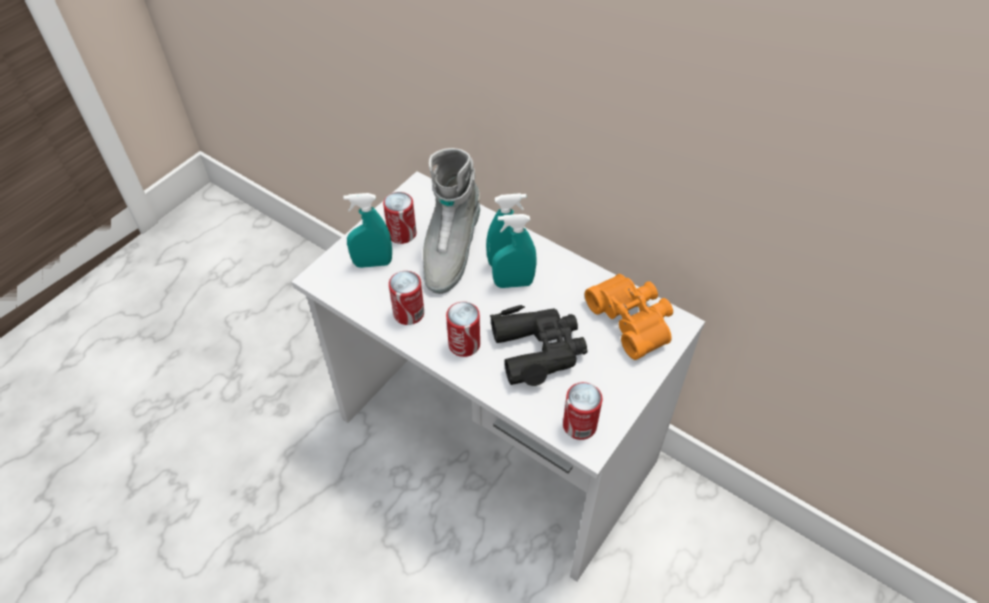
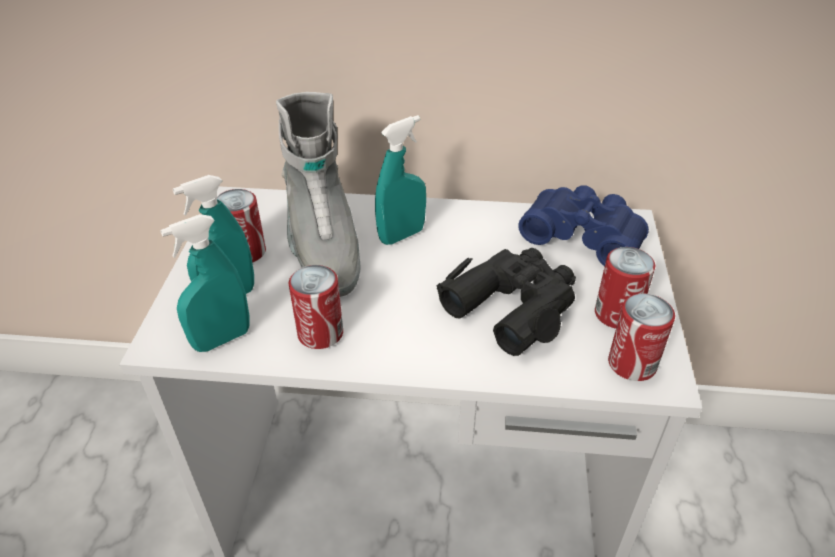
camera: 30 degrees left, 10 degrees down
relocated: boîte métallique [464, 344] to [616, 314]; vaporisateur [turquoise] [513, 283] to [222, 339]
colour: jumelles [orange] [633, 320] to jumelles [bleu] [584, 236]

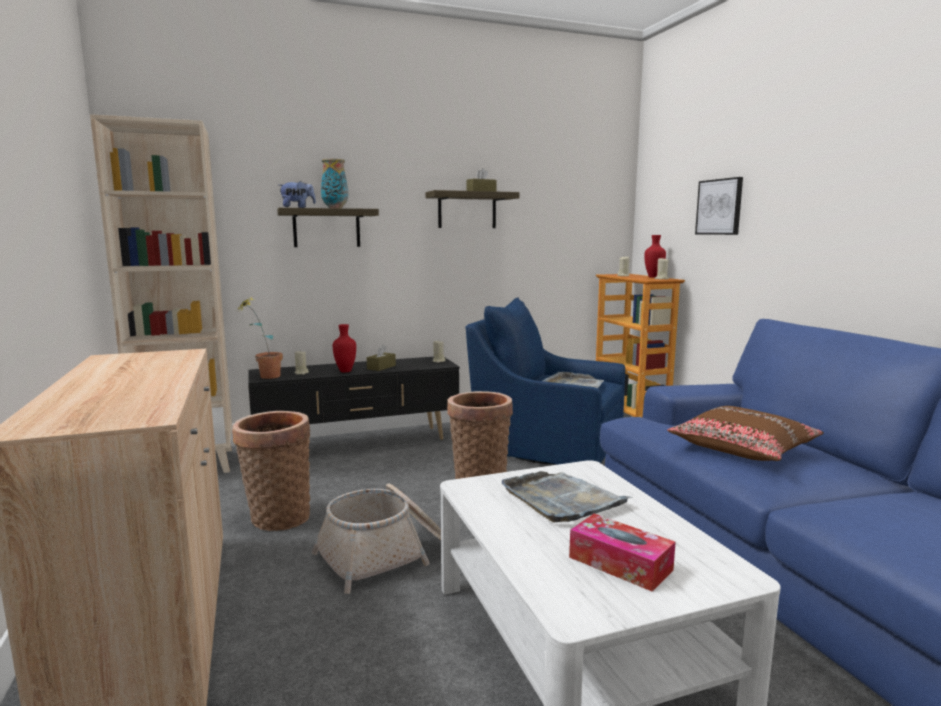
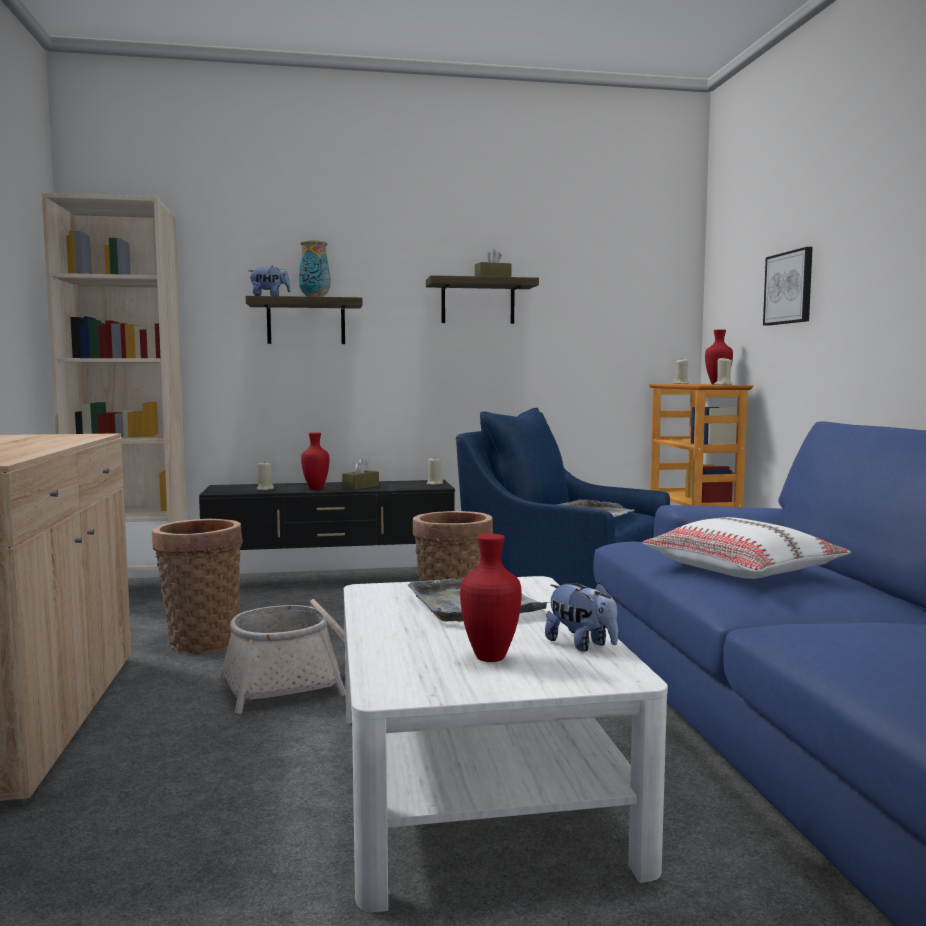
camera: 10 degrees right, 5 degrees down
missing: plante en pot [264, 377]
appeared: peluche [582, 645]
exchanged: boîte à mouchoirs [620, 563] to vase [rouge] [488, 657]
colour: coussin [marron] [743, 448] to coussin [blanc] [742, 569]

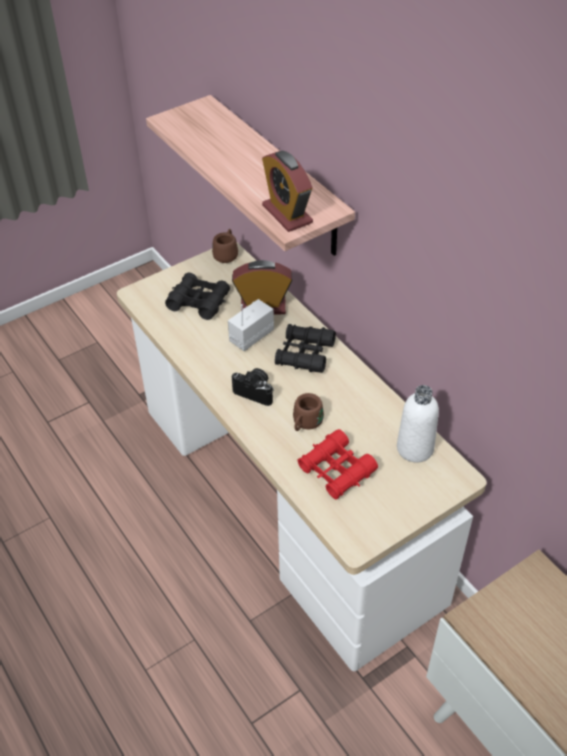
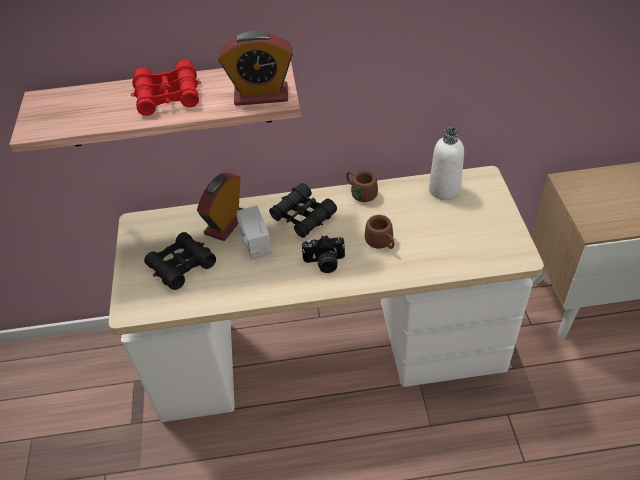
camera: 60 degrees left, 0 degrees up
relocated: mug [marron] [226, 254] to [360, 193]; jumelles [rouge] [336, 470] to [168, 96]
spun: appareil photo [256, 392] = [324, 263] 150 degrees counterclockwise

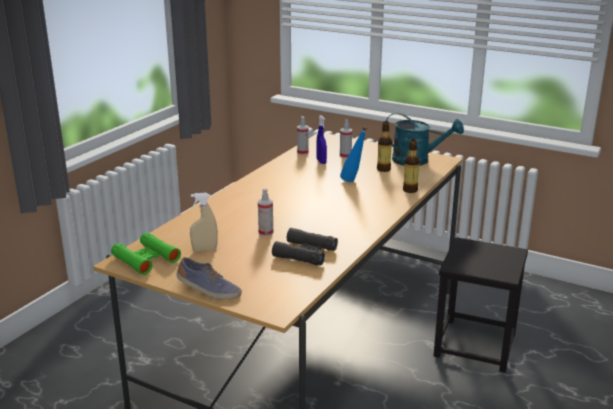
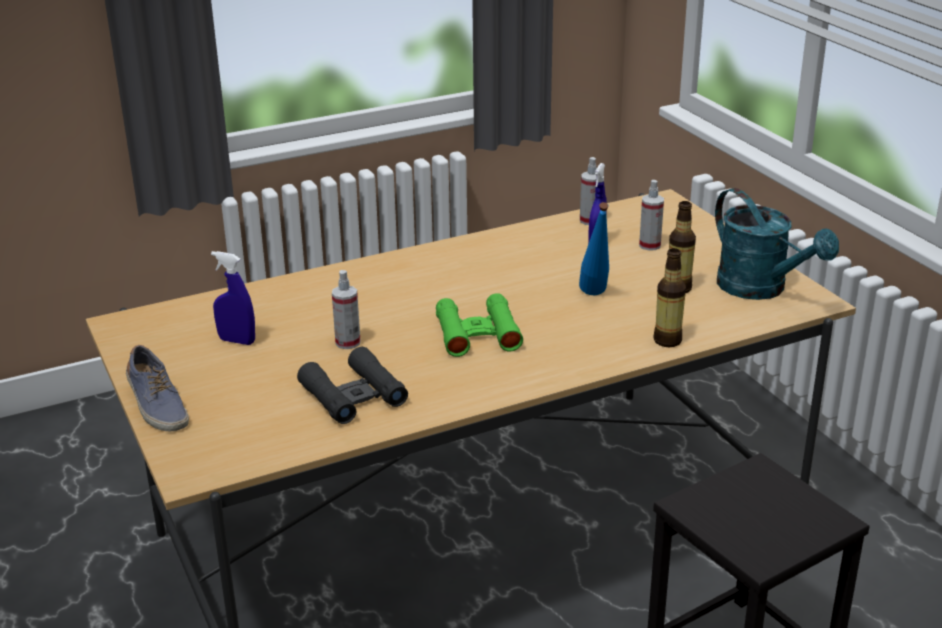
camera: 35 degrees right, 5 degrees up
relocated: jumelles [vert] [146, 259] to [477, 334]
colour: vaporisateur [beige] [204, 249] to vaporisateur [bleu] [237, 341]

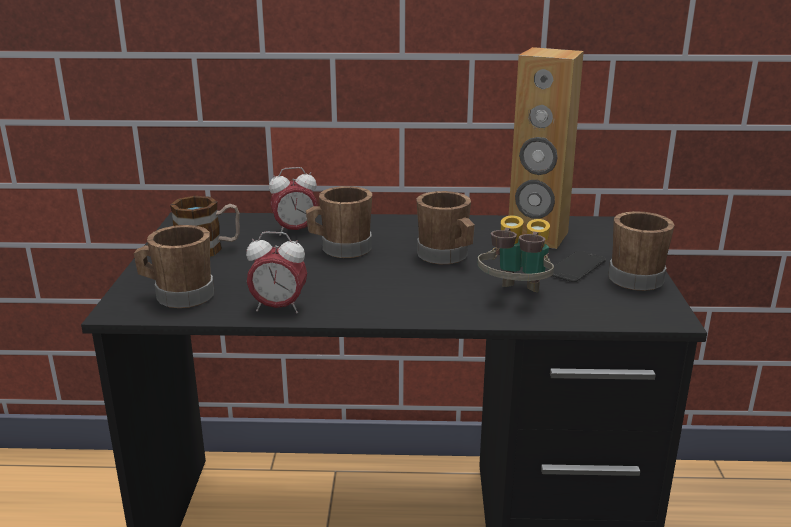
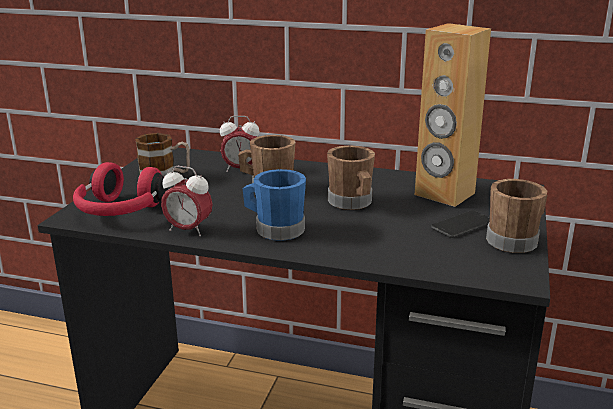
camera: 15 degrees right, 0 degrees up
missing: jumelles [515, 296]
appeared: mug [bleu] [275, 229]
exchanged: mug [marron] [178, 296] to casque audio [rouge] [119, 211]

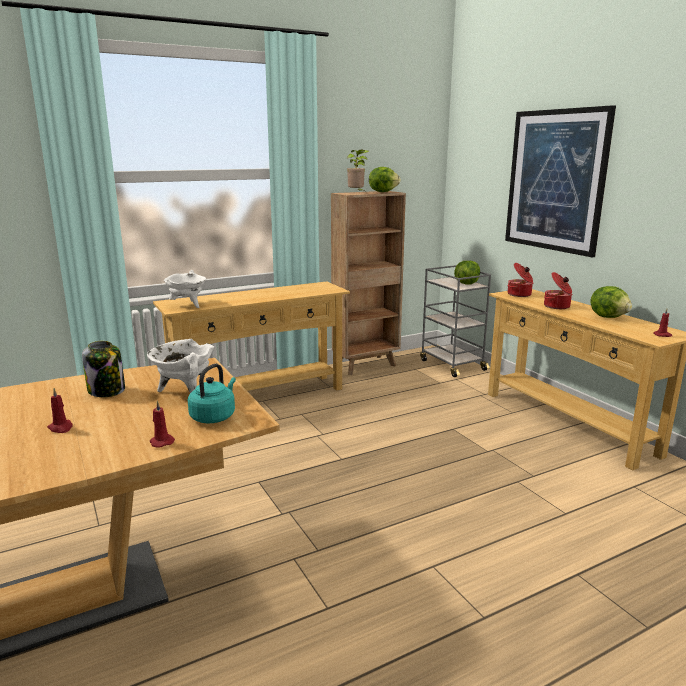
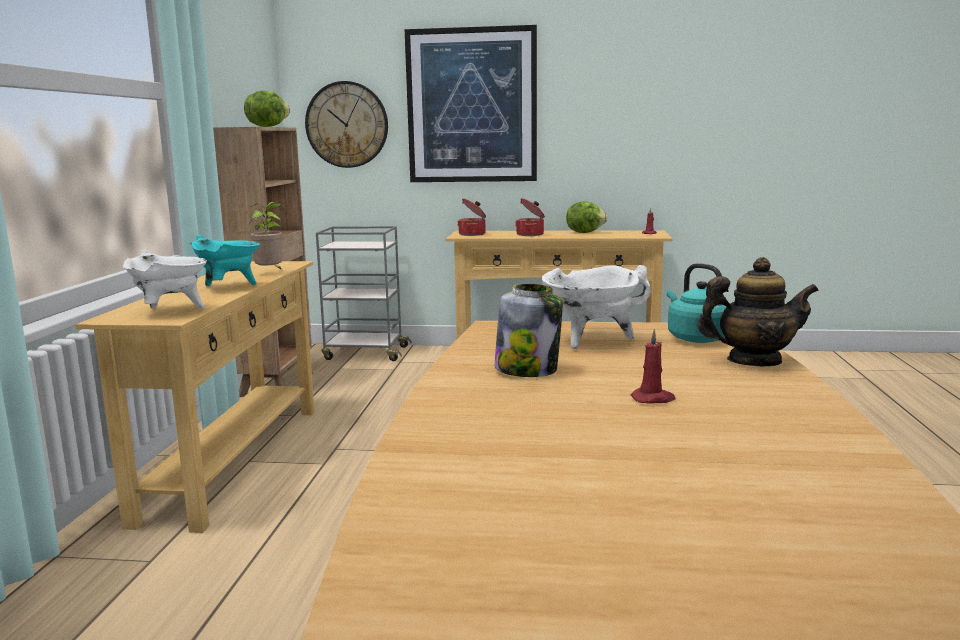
camera: 55 degrees left, 5 degrees down
missing: laitue [466, 283]
appeared: marmite [turquoise] [228, 288]; horloge murale [347, 125]
relocated: plante en pot [357, 193] to [271, 273]
exchanged: bougie [rouge] [161, 442] to théière [753, 361]

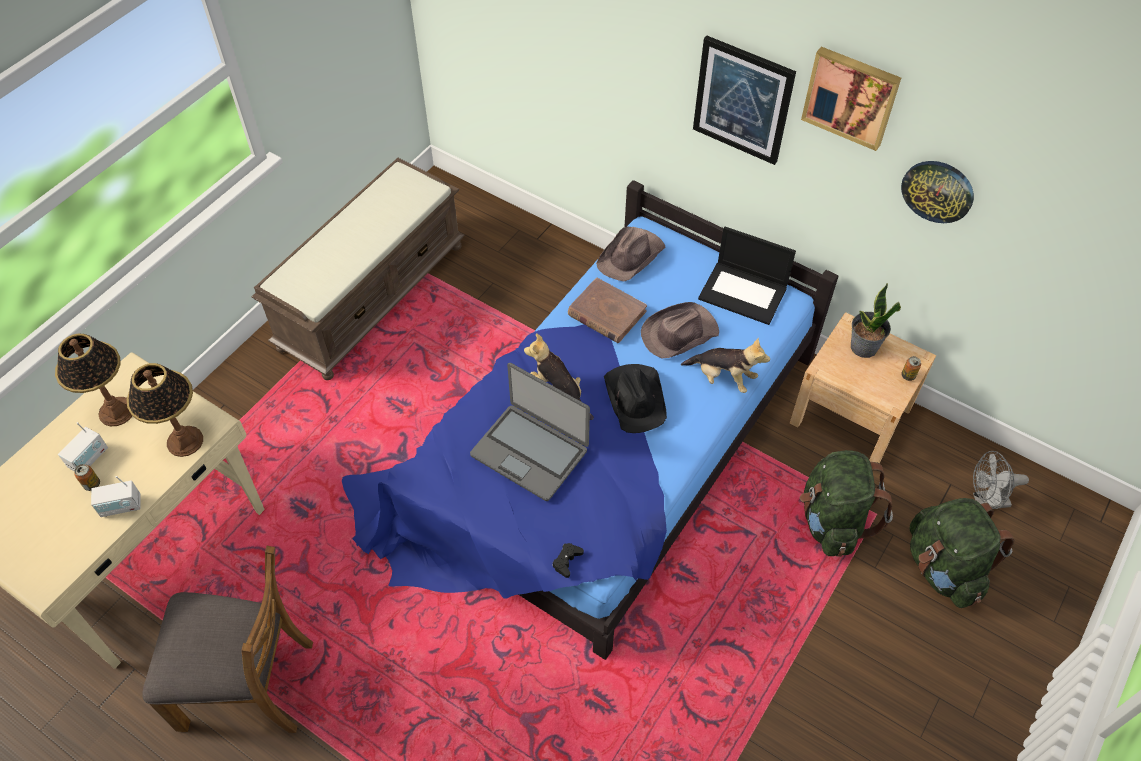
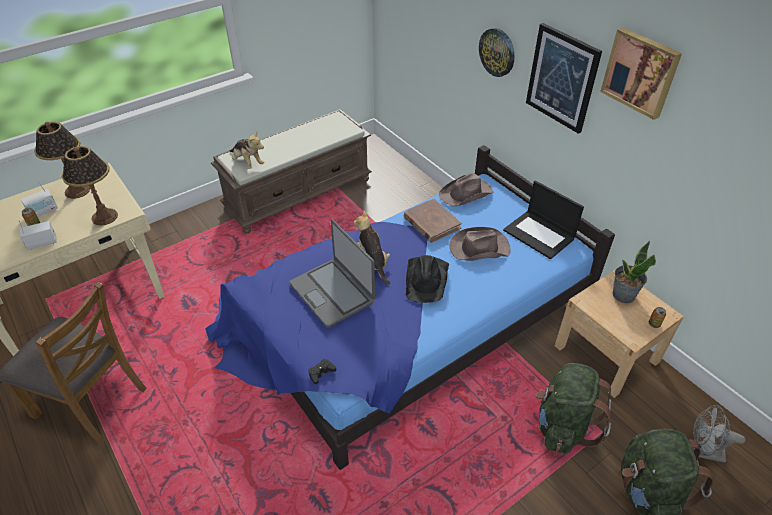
camera: 20 degrees right, 10 degrees down
relocated: peluche [723, 378] to [247, 162]; horloge murale [937, 191] to [497, 52]
spun: radio [121, 506] = [42, 242] 150 degrees clockwise

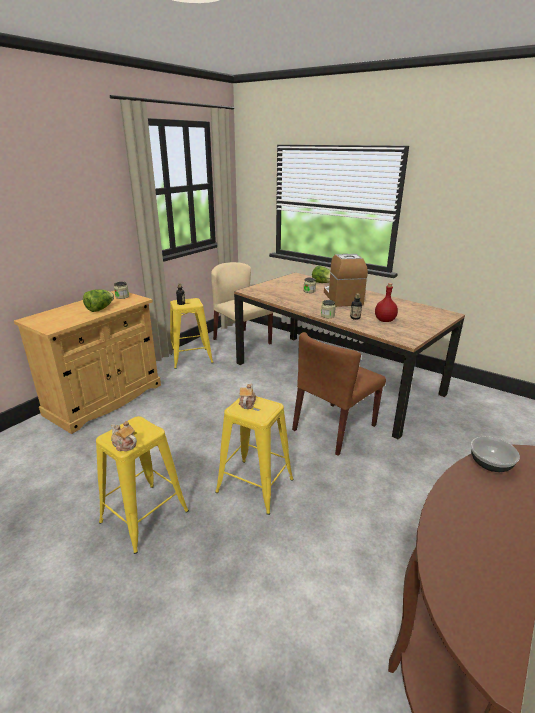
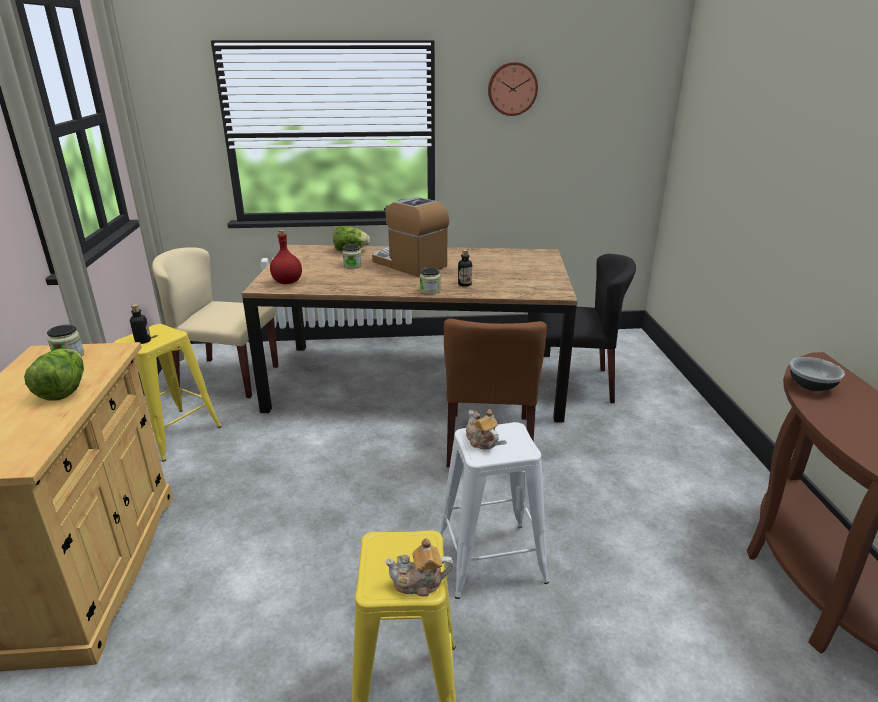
camera: 40 degrees left, 0 degrees up
appeared: horloge murale [512, 89]; chaise [noir] [569, 383]
relocated: bouteille [rouge] [385, 320] to [288, 282]
colour: tabouret [jaune] [255, 486] to tabouret [blanc] [492, 559]

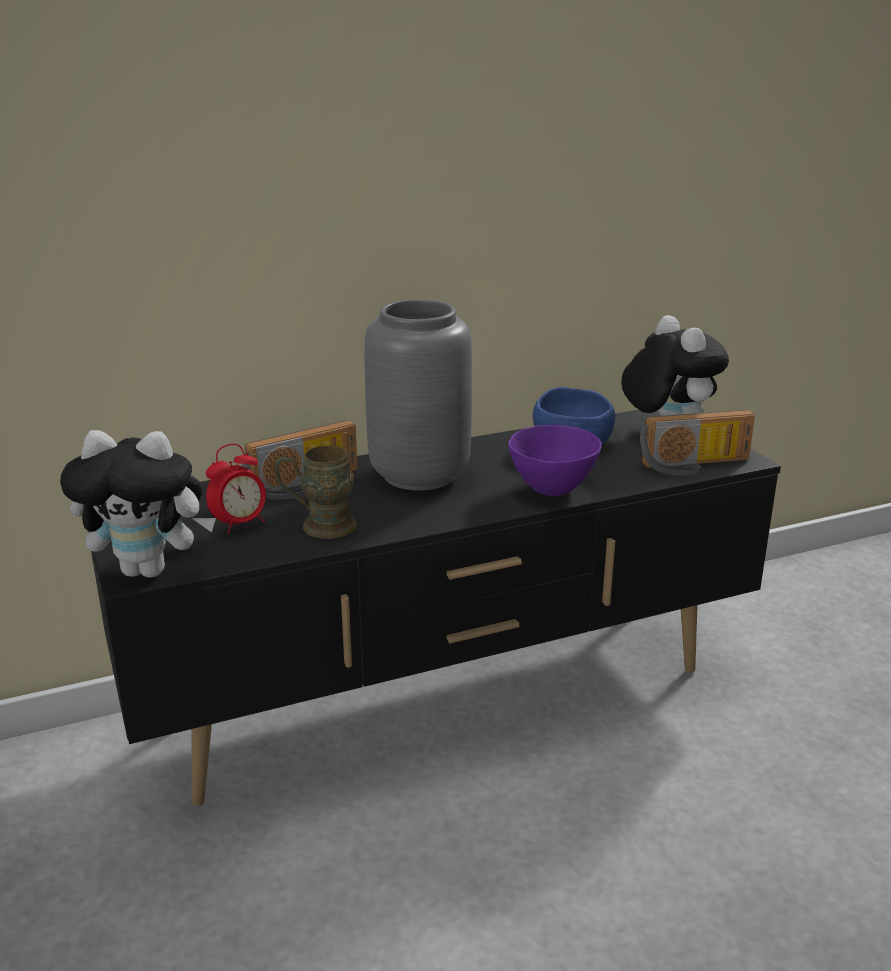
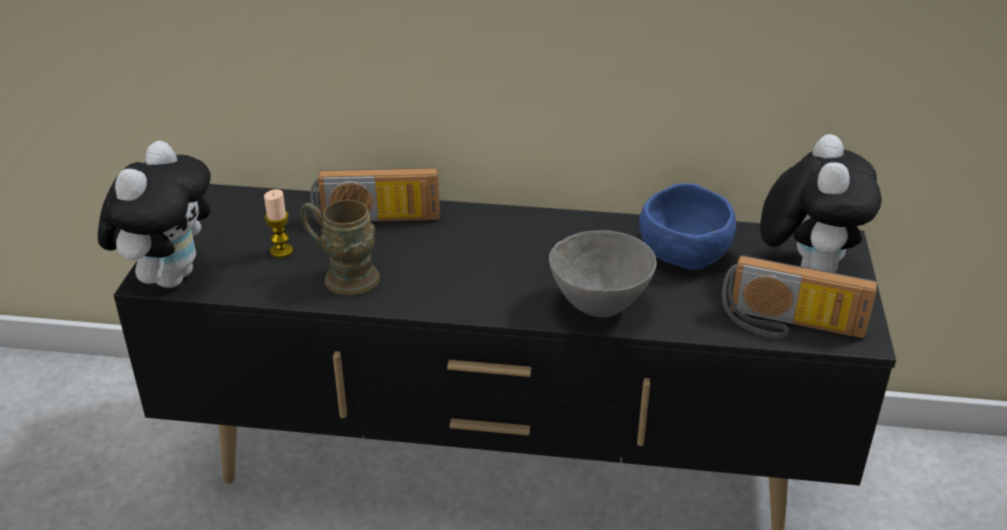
camera: 30 degrees right, 10 degrees up
missing: vase [gris] [417, 475]
exchanged: réveil [240, 524] to bougie [281, 251]
colour: bol [violet] [552, 490] to bol [gris] [599, 307]
spun: peluche [150, 569] = [170, 276] 105 degrees counterclockwise

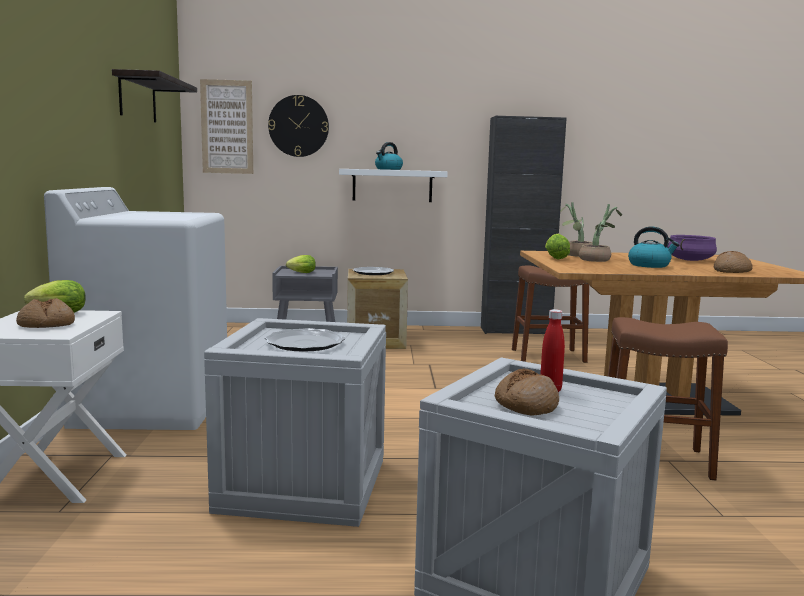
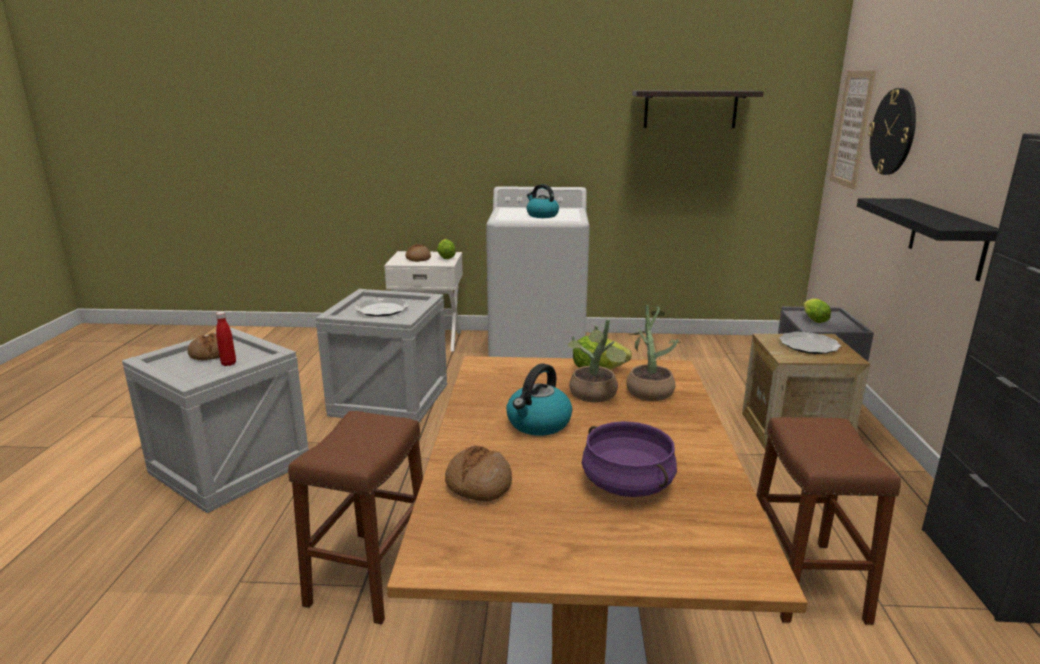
camera: 95 degrees right, 10 degrees up
relocated: bouilloire [388, 169] to [541, 215]
colour: étagère [blanc] [392, 185] to étagère [noir] [947, 238]

